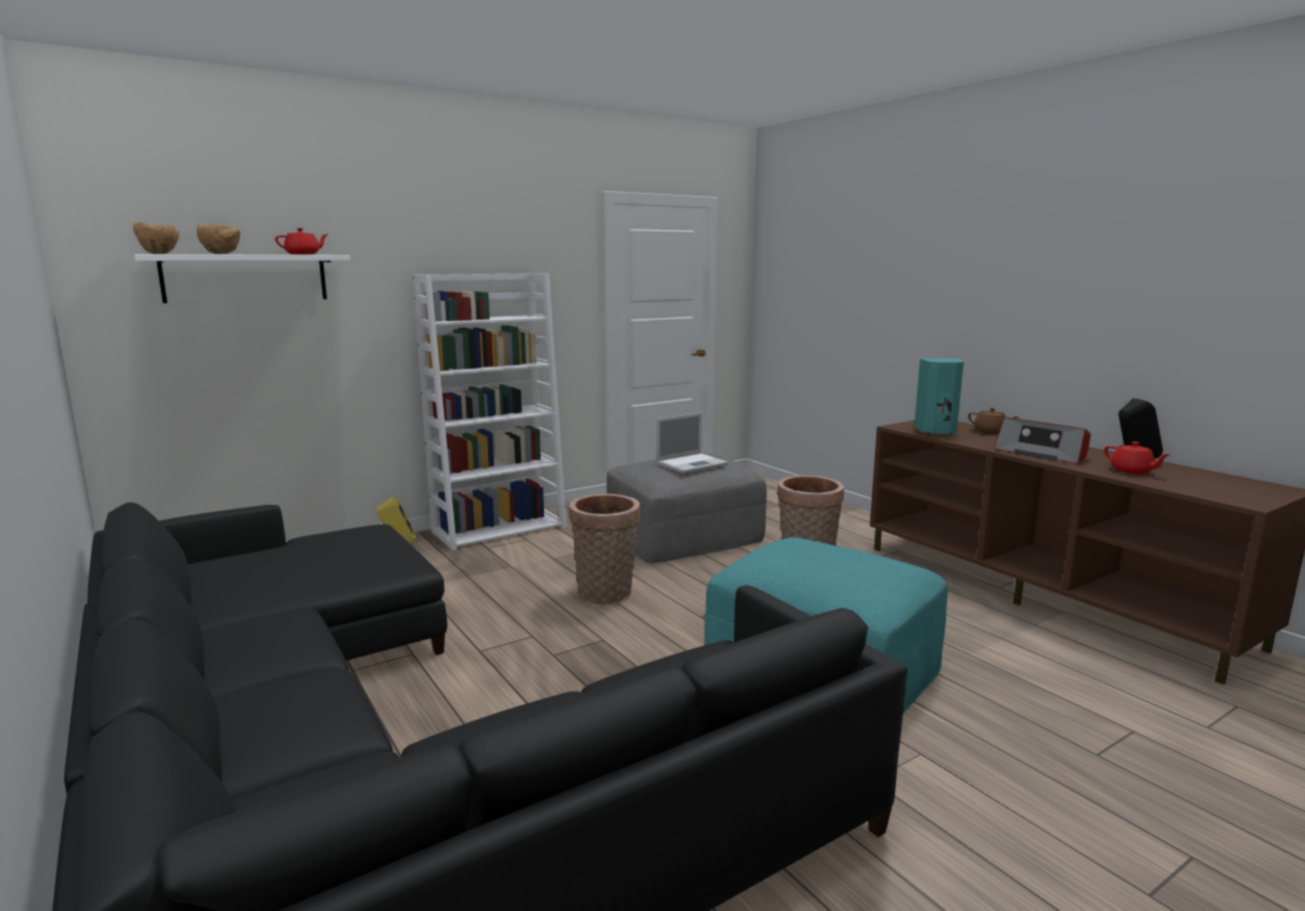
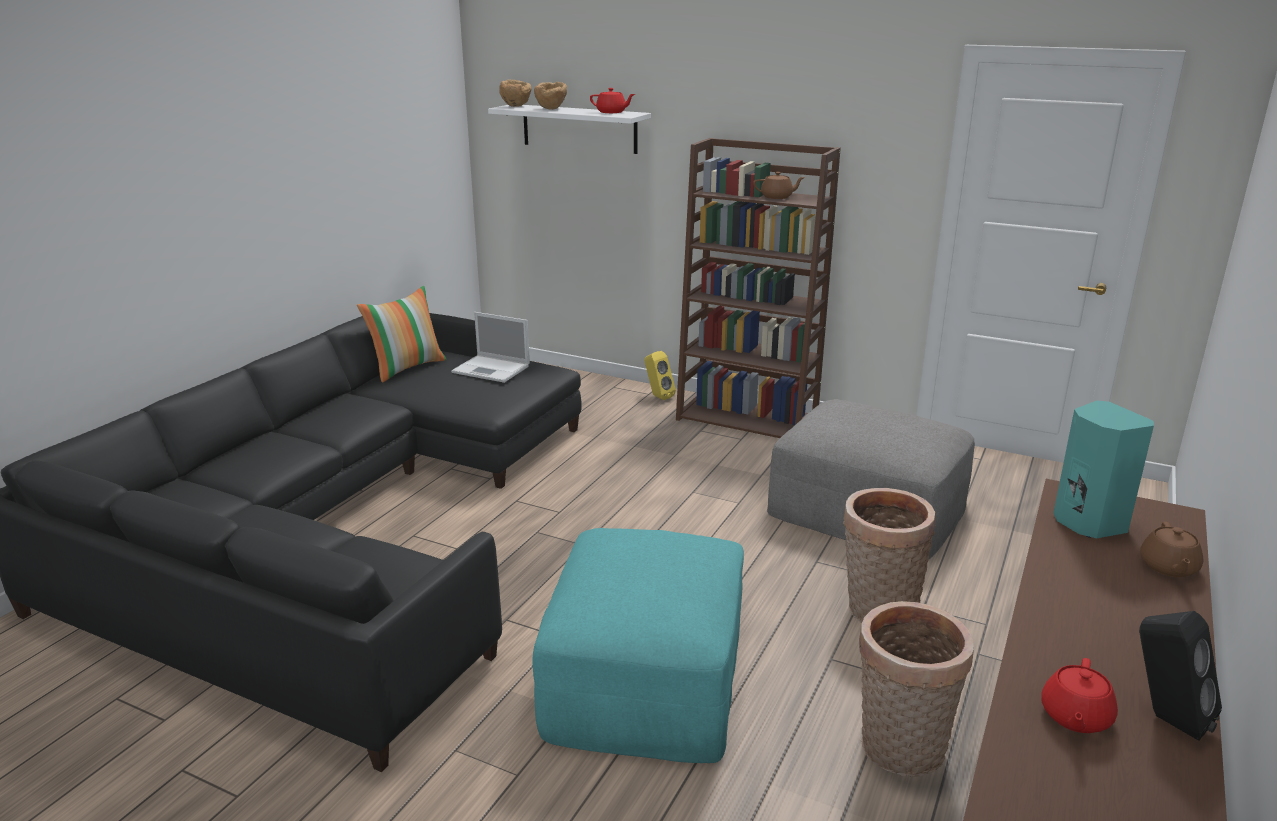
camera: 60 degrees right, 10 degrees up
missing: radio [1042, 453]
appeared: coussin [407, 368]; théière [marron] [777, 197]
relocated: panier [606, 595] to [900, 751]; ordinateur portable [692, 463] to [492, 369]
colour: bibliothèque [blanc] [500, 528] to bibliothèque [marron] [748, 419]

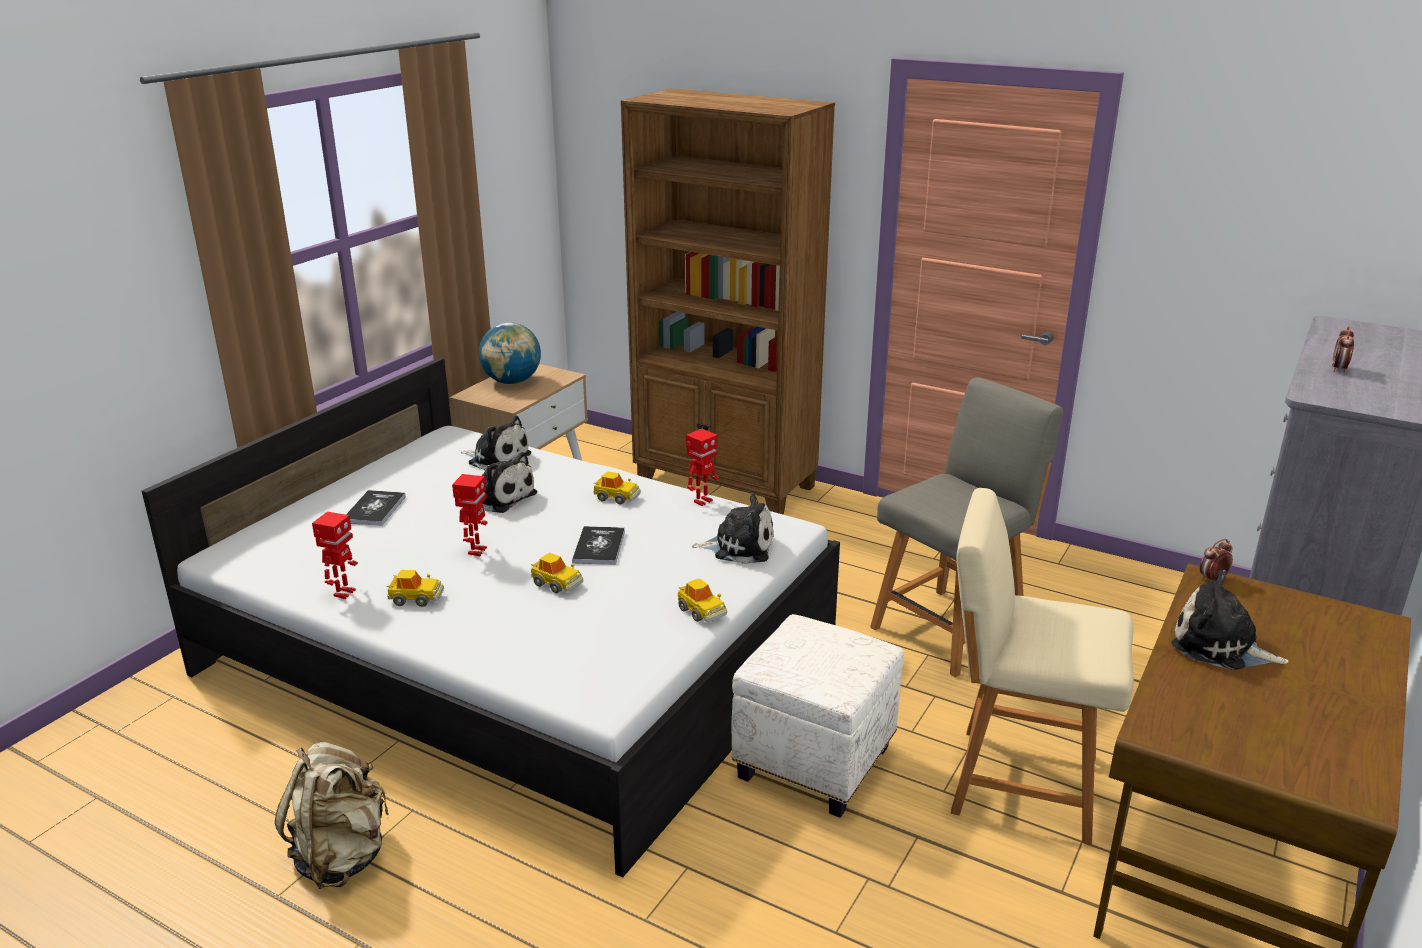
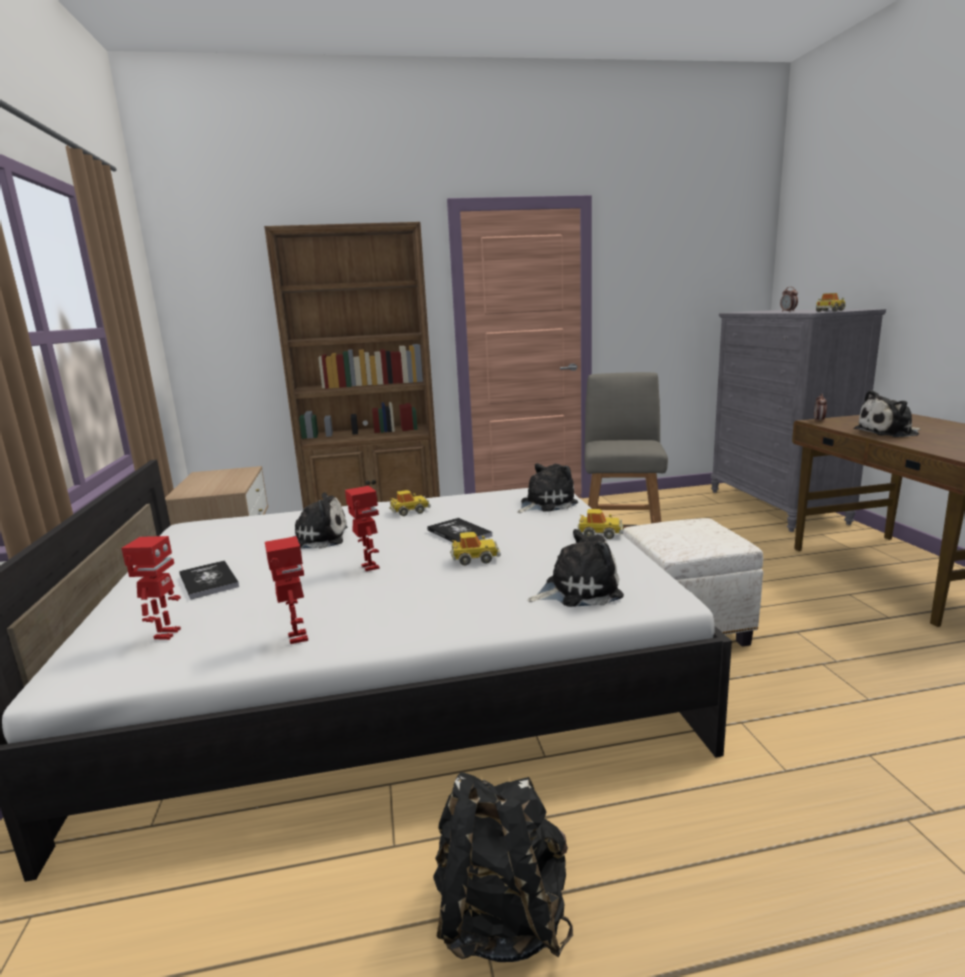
camera: 40 degrees left, 10 degrees down
missing: globe [512, 381]; chaise [beige] [1017, 782]
relocated: petite voiture [416, 598] to [830, 311]; peluche [497, 458] to [577, 590]; robot jouet [702, 501] to [165, 634]
colour: sac à dos [beige] [342, 856] to sac à dos [noir] [501, 915]

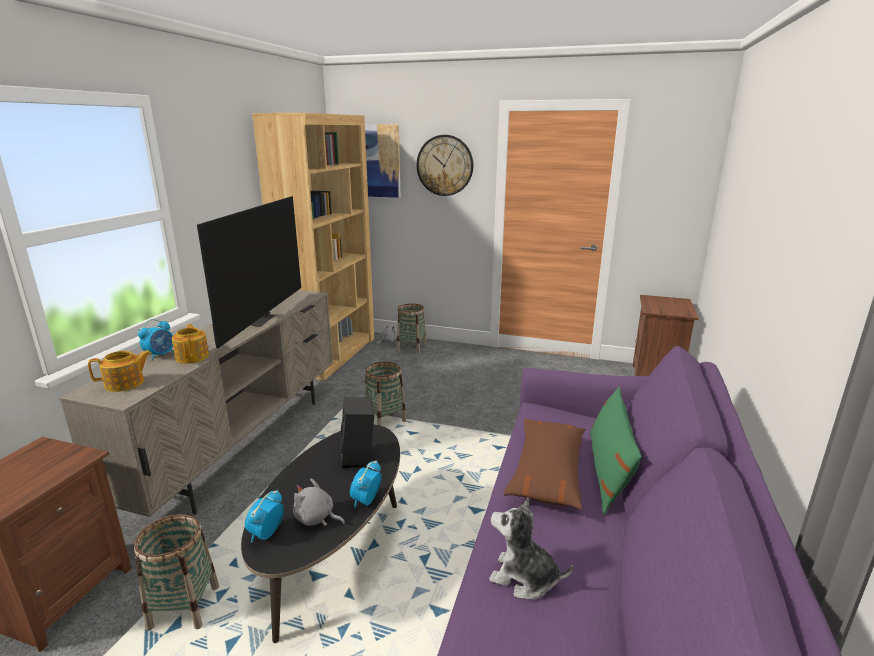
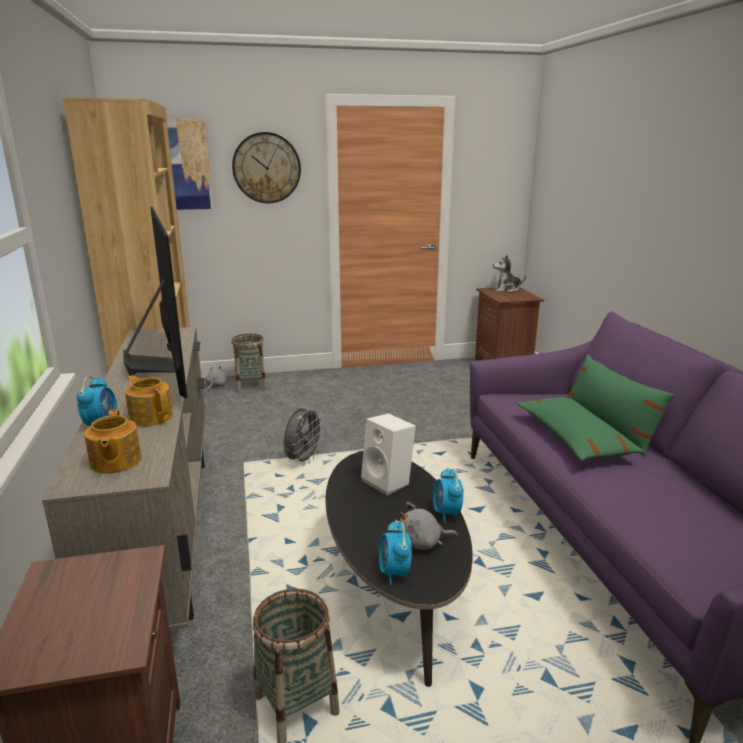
camera: 30 degrees left, 0 degrees up
relocated: peluche [524, 578] to [507, 290]
exchanged: panier [385, 419] to ventilateur [gris] [303, 460]
colour: enceinte [noir] [359, 457] to enceinte [blanc] [389, 482]; coussin [marron] [547, 471] to coussin [vert] [573, 439]
spun: théière [125, 384] = [115, 462] 135 degrees clockwise

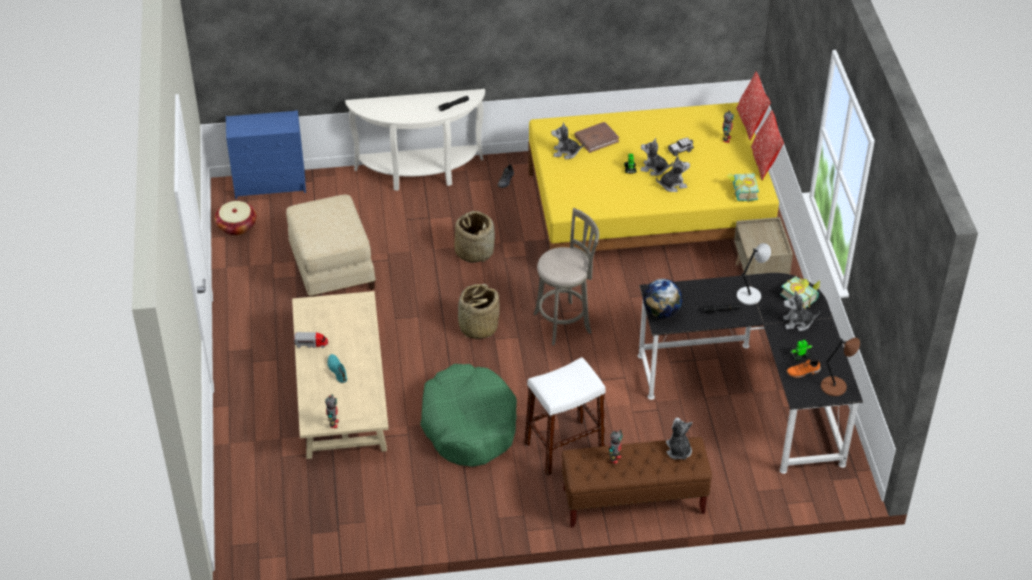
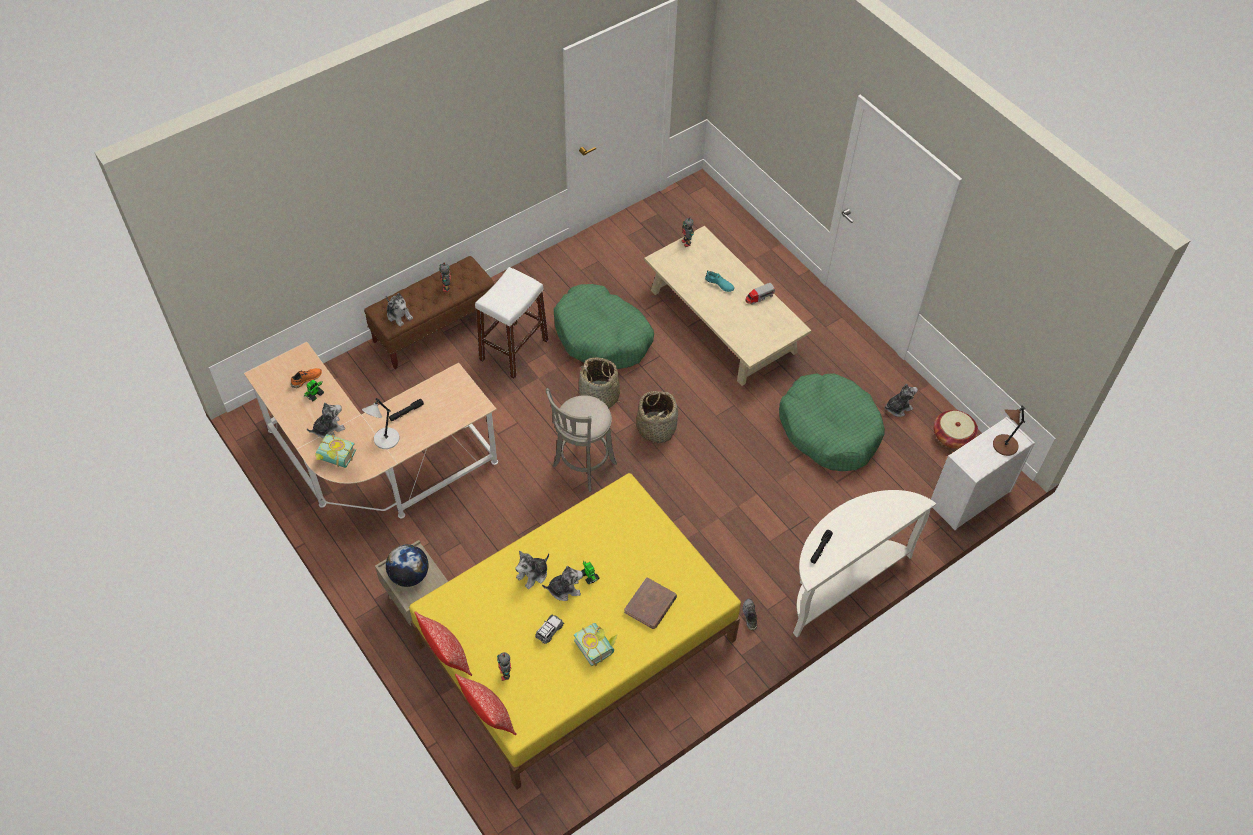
camera: 150 degrees right, 10 degrees up
relocated: panier [474, 251] to [599, 397]; peluche [566, 152] to [898, 407]; globe [661, 312] to [409, 575]; livre [741, 193] to [597, 646]; lampe de table [marron] [835, 386] to [1004, 446]
exchanged: pouf [beige] [331, 269] to panier pour chien [vert] [829, 429]
colour: commode [bleu] [271, 184] to commode [blanc] [969, 498]; bureau [noir] [753, 392] to bureau [beige] [375, 468]

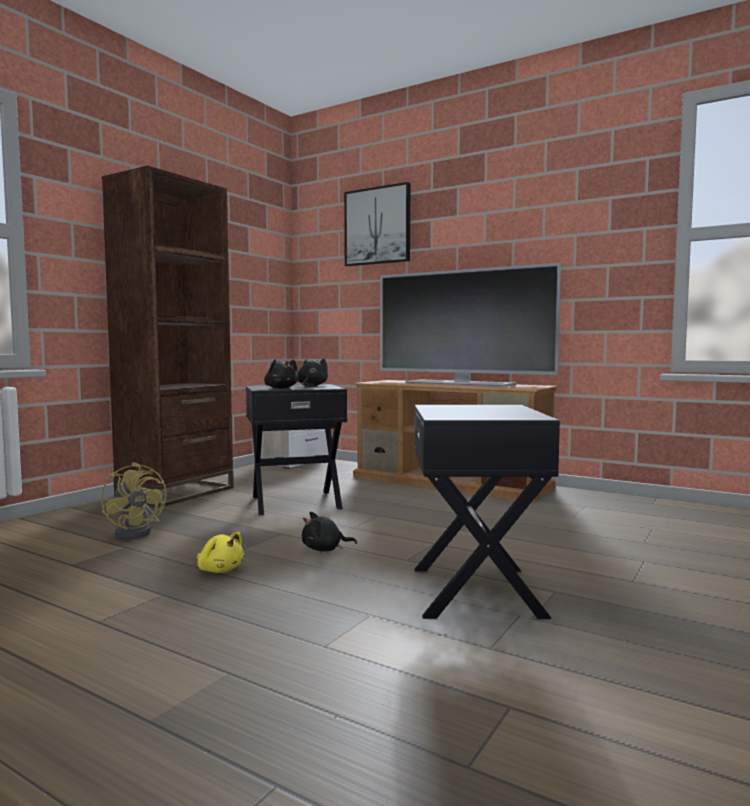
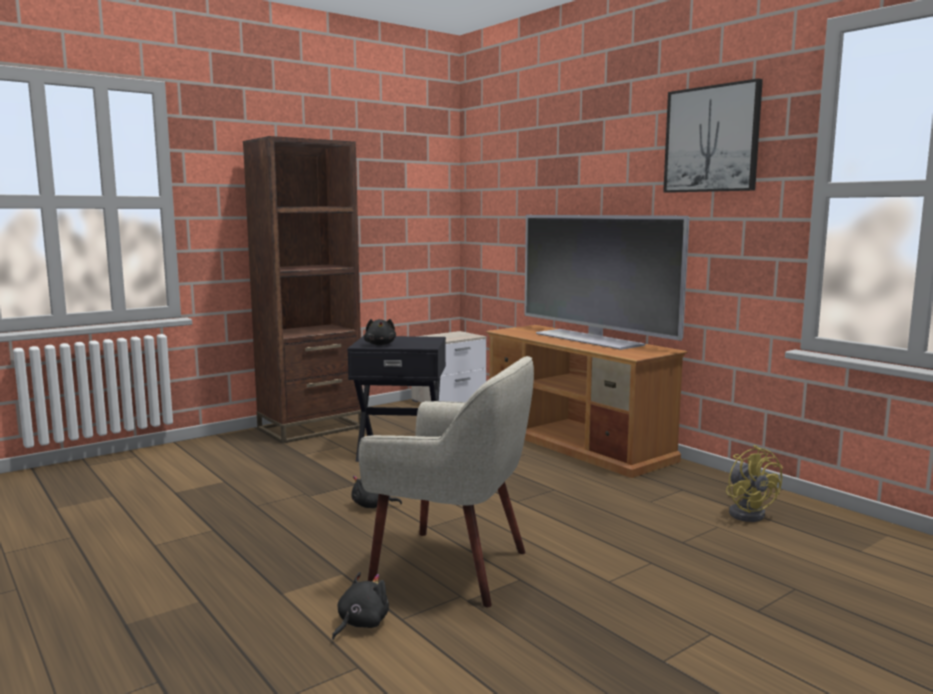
camera: 20 degrees right, 5 degrees up
missing: peluche [jaune] [220, 570]
relocated: ventilateur [jaune] [137, 532] to [748, 513]; peluche [noir] [311, 386] to [360, 624]; tableau [377, 226] to [712, 139]
exchanged: table d'appoint [noir] [478, 591] to fauteuil [beige] [453, 568]

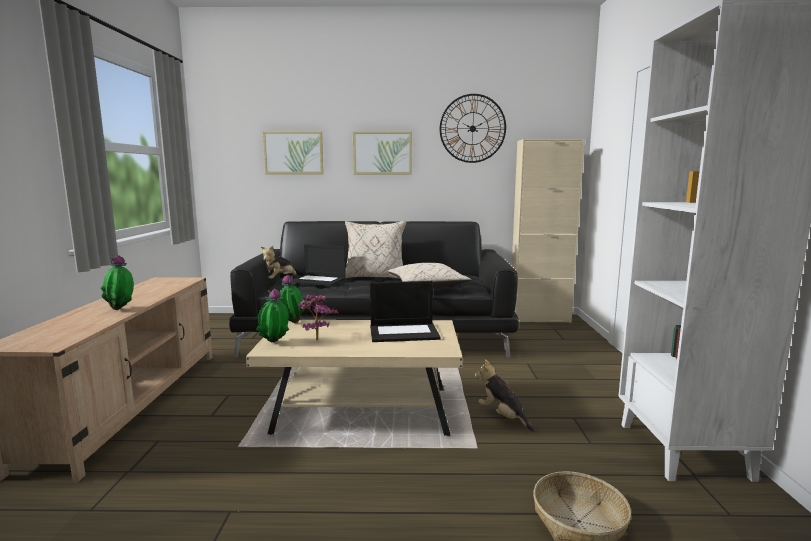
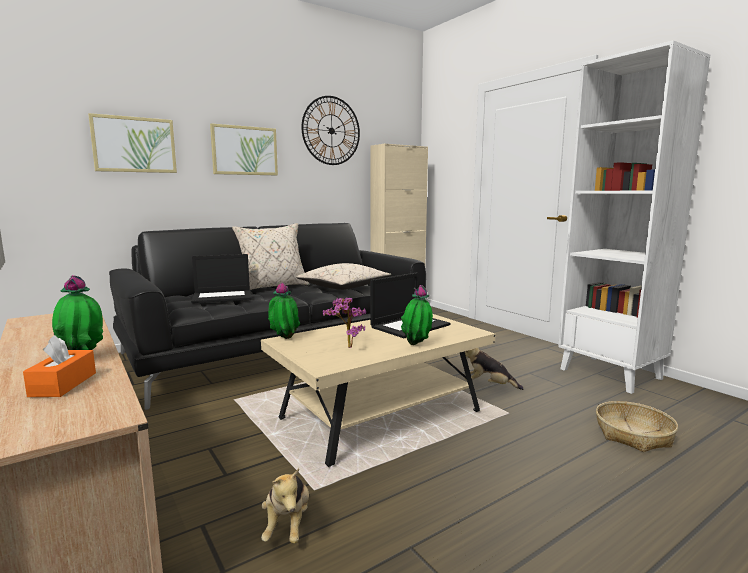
camera: 35 degrees left, 0 degrees up
appeared: boîte à mouchoirs [orange] [63, 384]
relocated: plante en pot [274, 343] to [417, 345]; peluche [279, 280] to [288, 525]

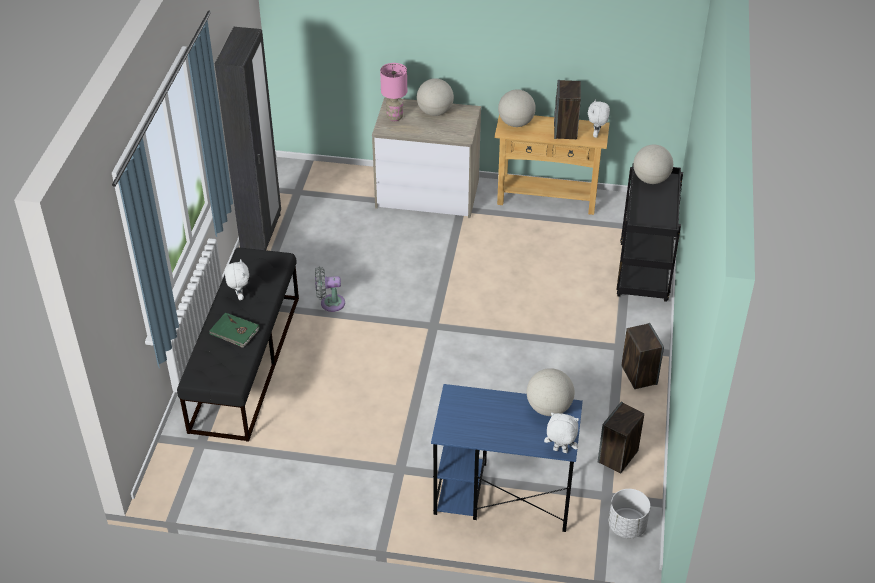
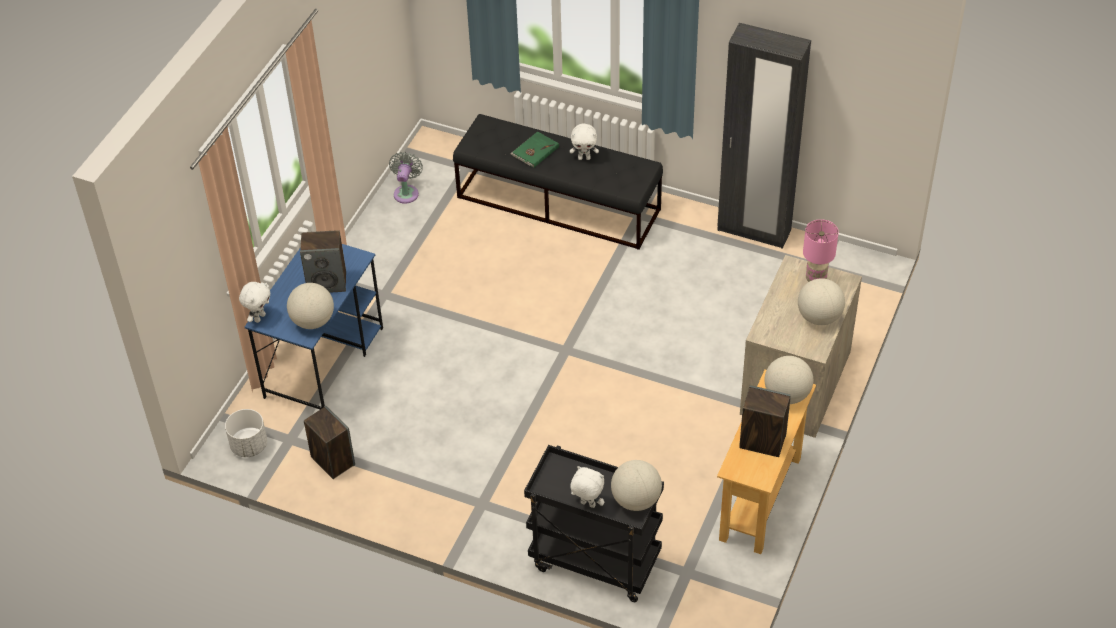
camera: 105 degrees right, 5 degrees up
relocated: ventilateur [gris] [330, 303] to [406, 192]; peluche [blanc] [596, 134] to [587, 504]; enceinte [638, 375] to [327, 282]

